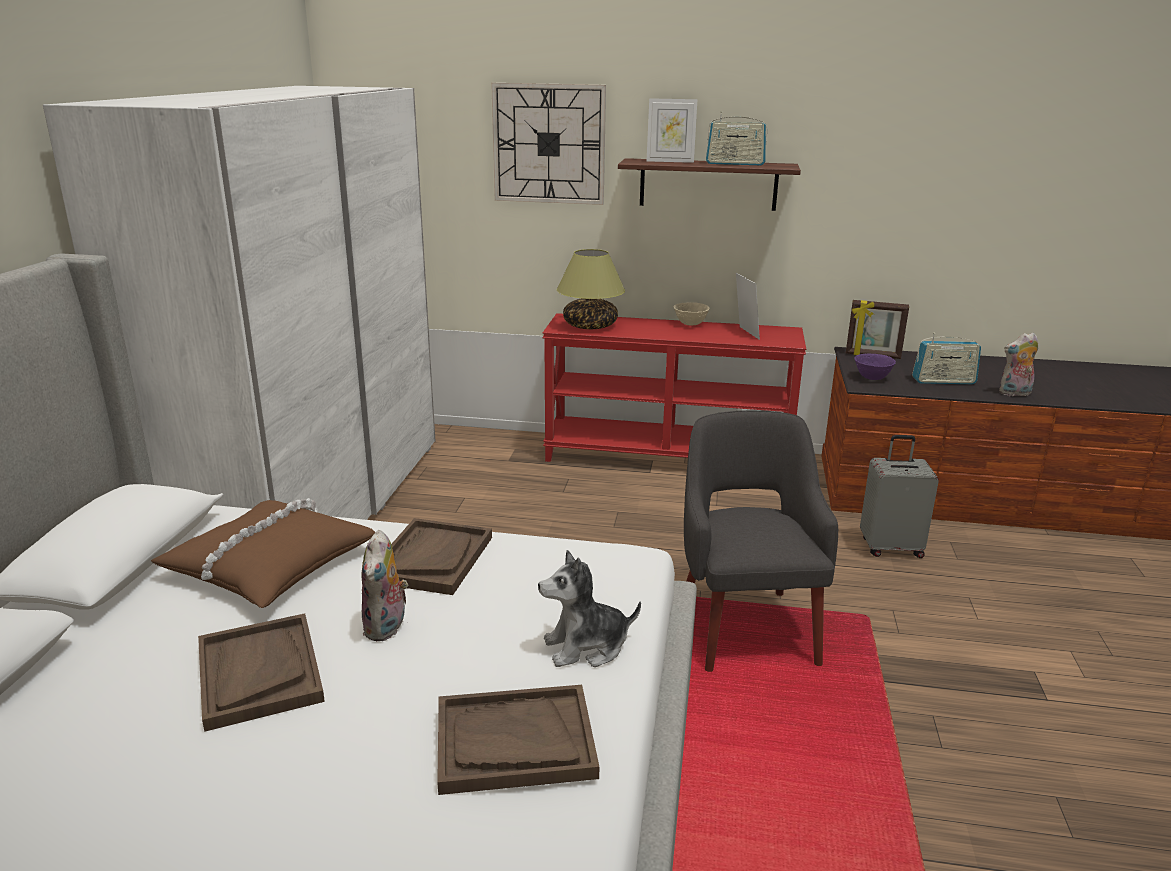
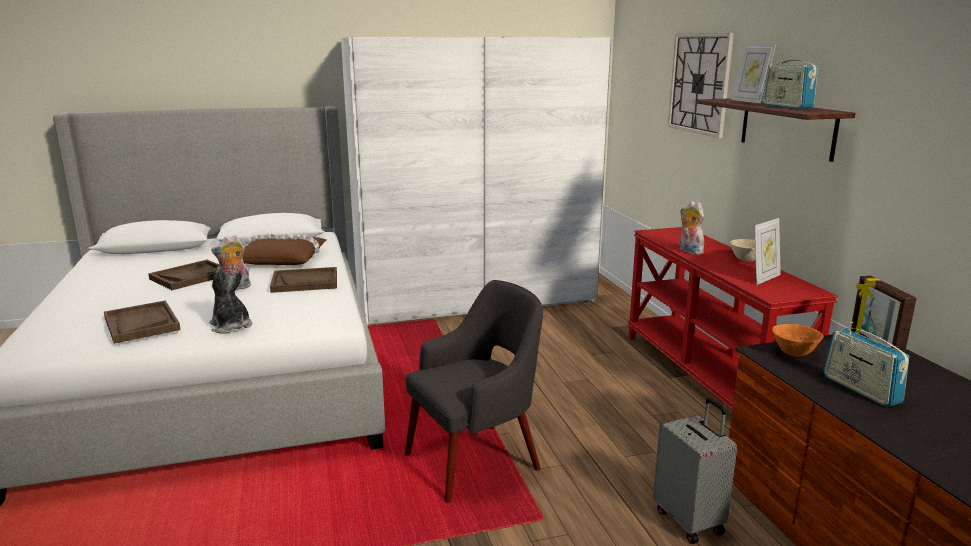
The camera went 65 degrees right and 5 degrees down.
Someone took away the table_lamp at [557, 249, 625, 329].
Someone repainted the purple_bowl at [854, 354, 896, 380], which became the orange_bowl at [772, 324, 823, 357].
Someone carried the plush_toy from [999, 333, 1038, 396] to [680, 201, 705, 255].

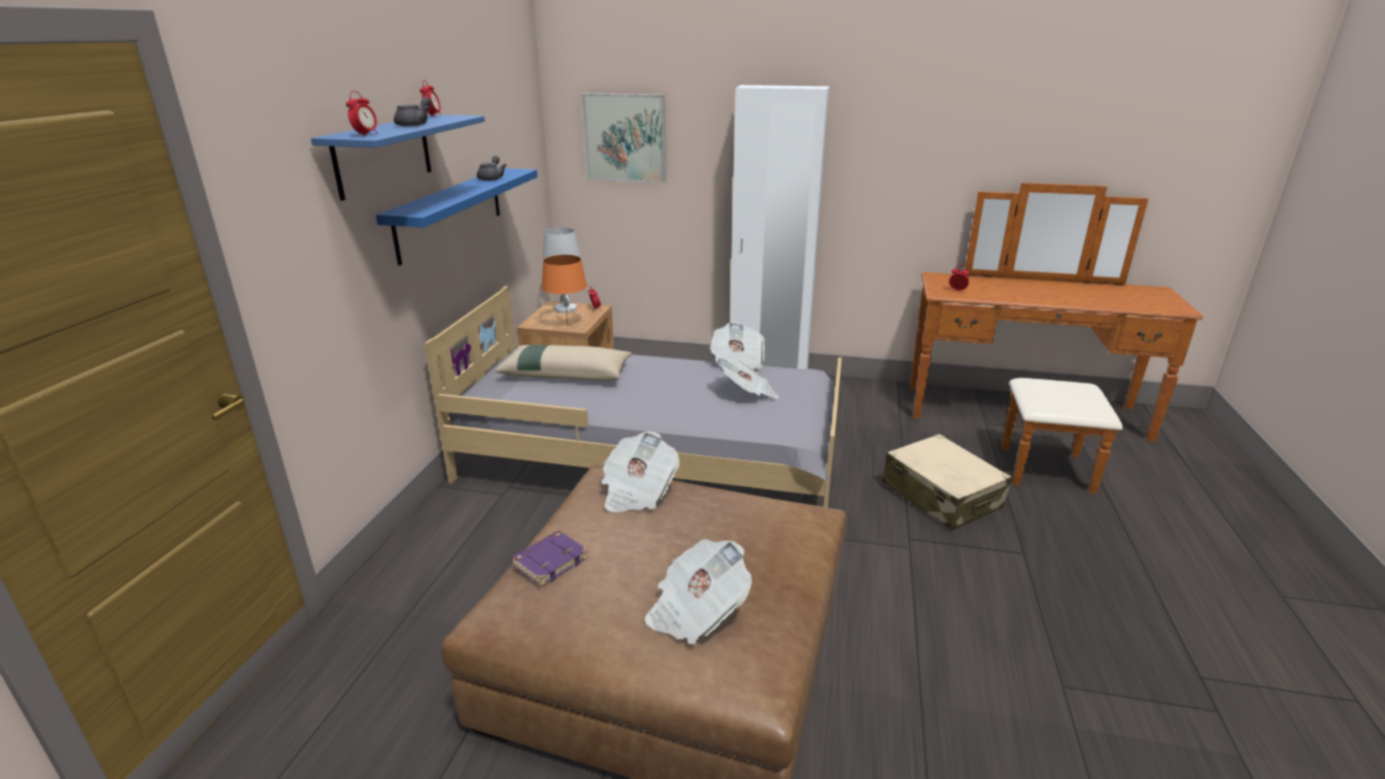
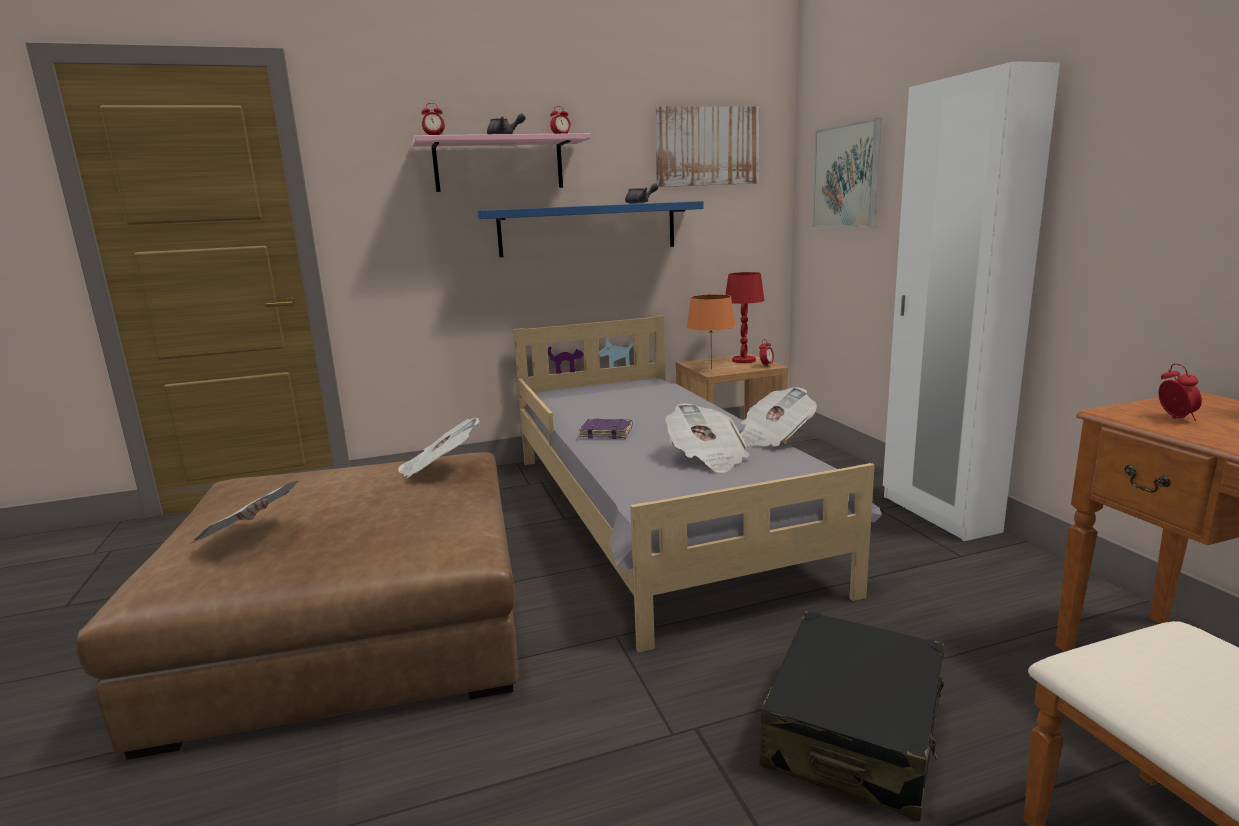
The camera went 60 degrees right and 10 degrees down.
Someone repainted the blue_shelf at [311, 115, 485, 201], which became the pink_shelf at [412, 133, 590, 192].
Someone took away the beige_pillow at [495, 345, 632, 381].
Someone carried the purple_book from [511, 531, 589, 587] to [579, 419, 632, 439].
Someone repainted the white_table_lamp at [543, 227, 580, 313], which became the red_table_lamp at [725, 272, 765, 363].
Someone repainted the beige_suitcase at [882, 434, 1012, 530], which became the black_suitcase at [759, 611, 945, 821].
Someone put up the picture at [655, 106, 759, 187].

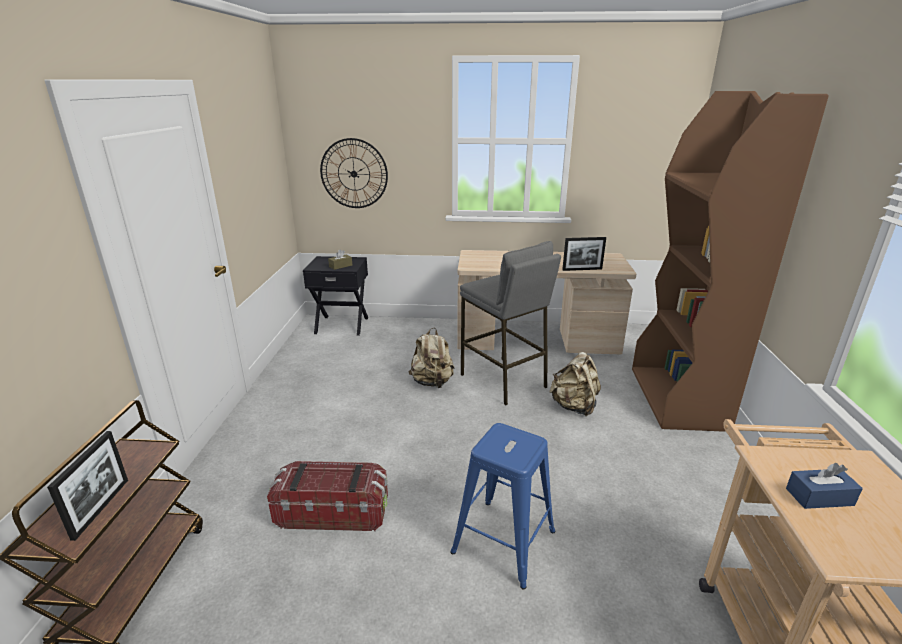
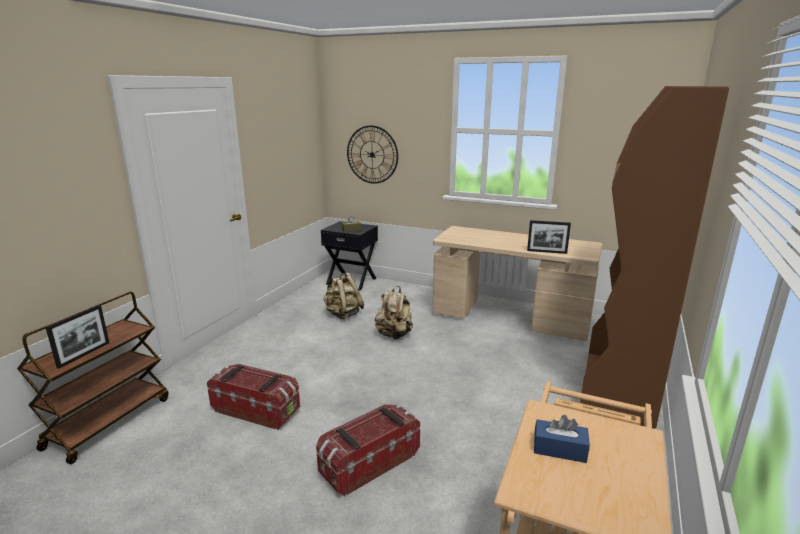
The camera went 20 degrees right and 5 degrees down.
Someone swapped the blue_stool at [450, 423, 555, 590] for the storage_box at [316, 404, 420, 497].
Someone took away the grey_stool at [460, 241, 561, 405].
Someone carried the beige_backpack from [550, 352, 601, 416] to [323, 273, 364, 320].

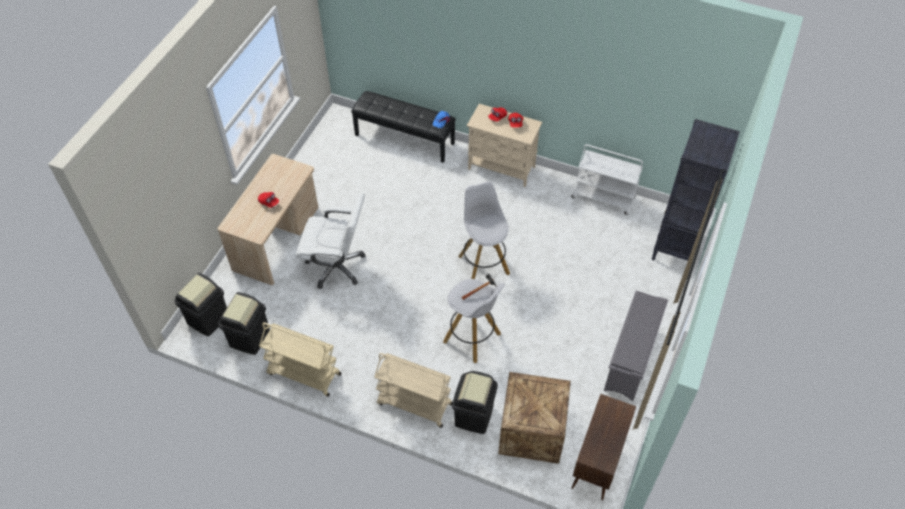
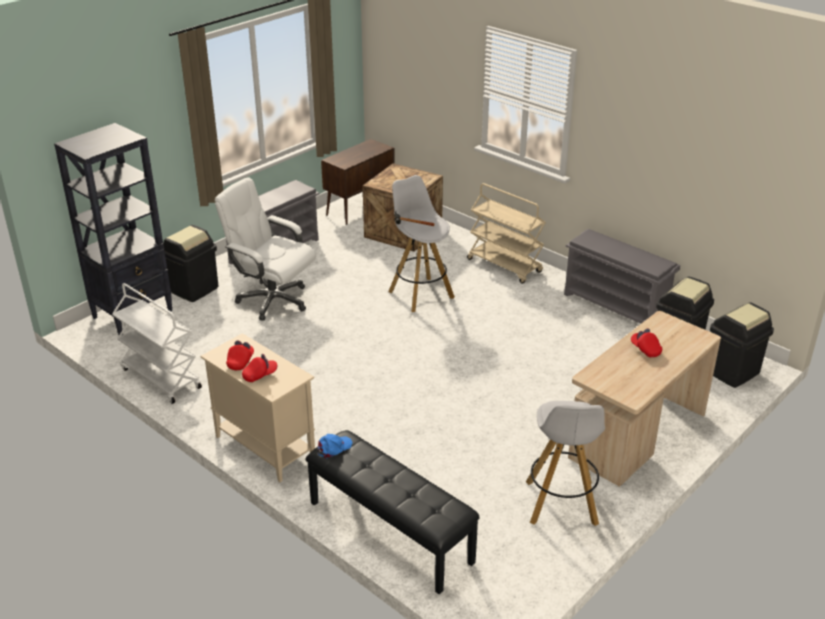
The camera went 160 degrees left and 20 degrees down.
Someone swapped the beige_cart at [259, 322, 341, 397] for the grey_shoe_rack at [564, 229, 680, 324].
Someone carried the white_office_chair from [296, 193, 366, 289] to [215, 178, 316, 320].
Someone carried the black_trash_can from [452, 371, 498, 434] to [164, 225, 218, 302].
Someone carried the white_stool from [458, 181, 510, 279] to [526, 401, 605, 526].

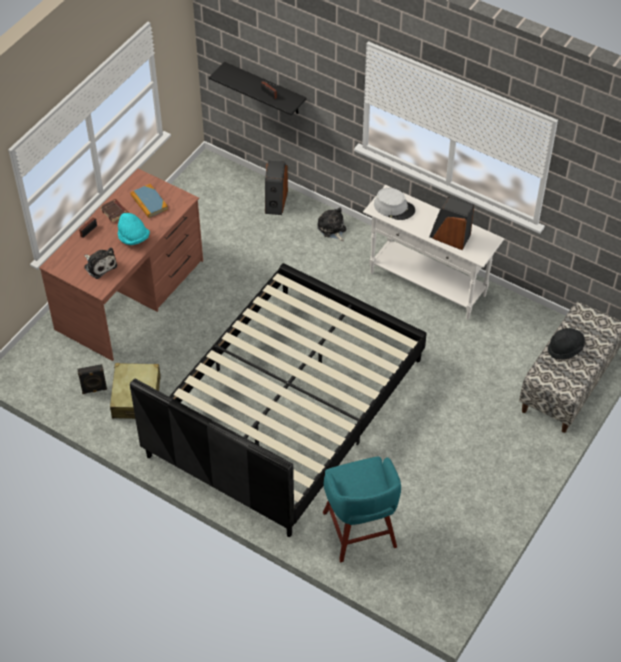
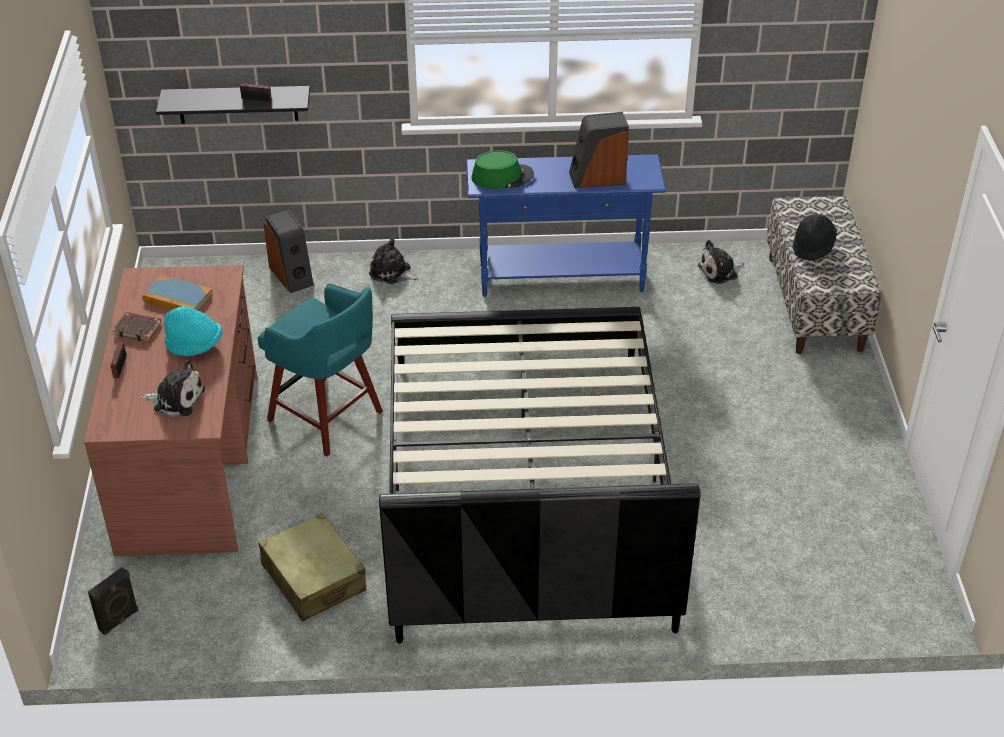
The camera went 35 degrees left and 10 degrees down.
Someone carried the black_speaker from [78, 364, 107, 394] to [88, 567, 138, 635].
Someone carried the turquoise_stool from [323, 457, 401, 562] to [257, 284, 383, 457].
Someone repainted the white_console_table at [363, 185, 504, 319], which became the blue_console_table at [466, 154, 666, 297].
Someone repainted the grey_hat at [374, 188, 415, 220], which became the green_hat at [472, 150, 534, 189].
Someone put down the plush_toy at [698, 240, 744, 284].

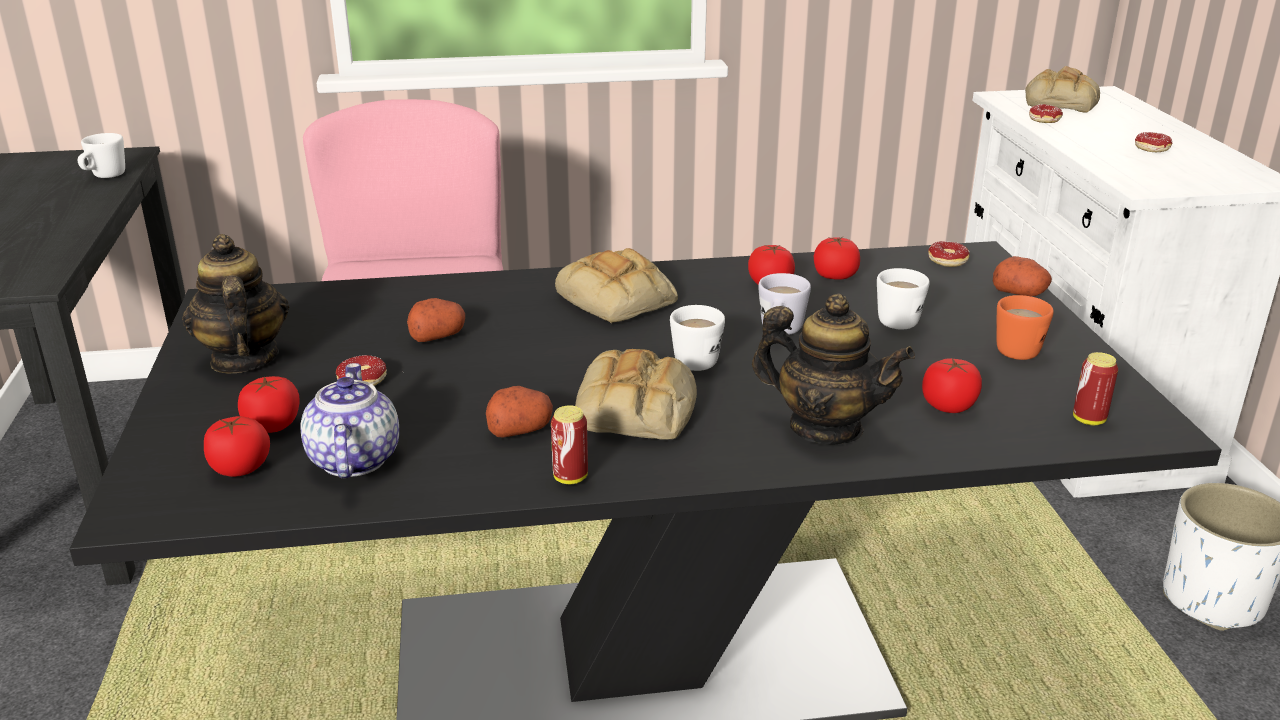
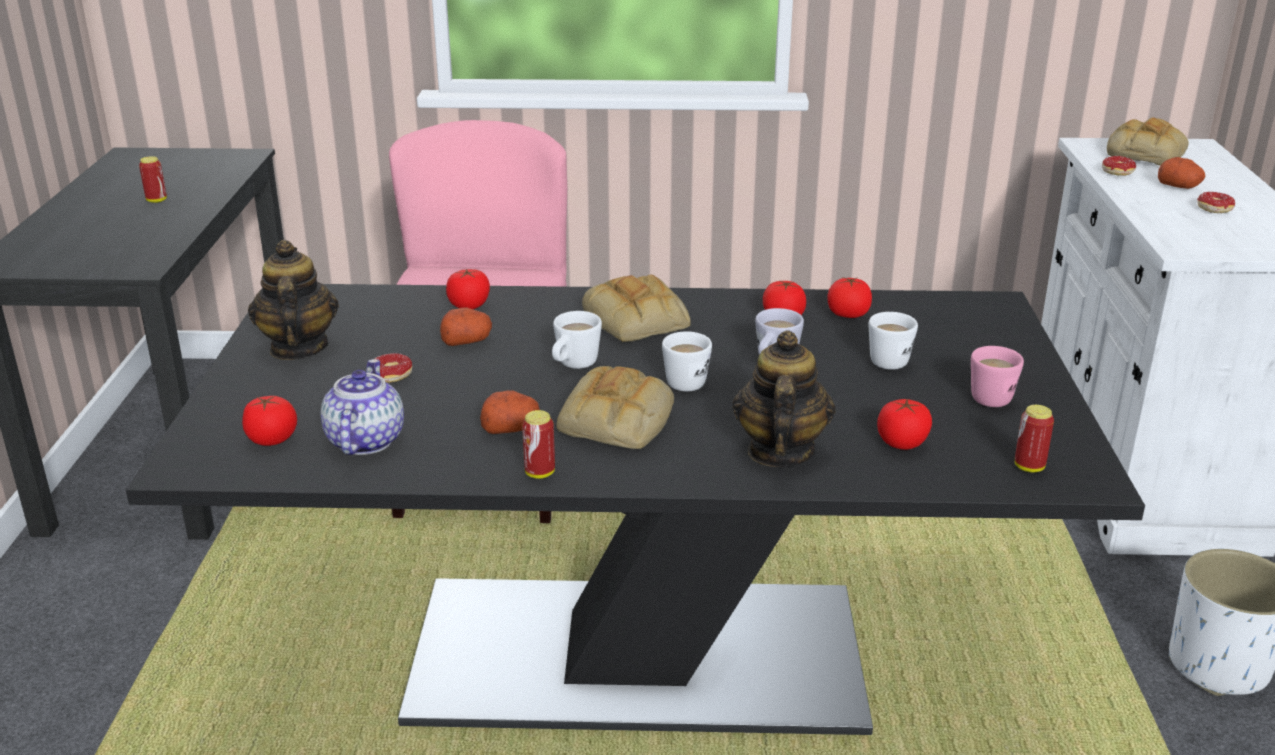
The camera went 10 degrees right and 0 degrees up.
Someone carried the white_mug from [78, 133, 125, 178] to [552, 311, 602, 369].
Someone carried the tomato from [238, 376, 299, 433] to [446, 269, 490, 309].
Someone rotated the teapot at [752, 294, 915, 444] by 120 degrees counterclockwise.
Someone took away the donut at [928, 241, 970, 267].
Someone carried the potato from [993, 256, 1052, 296] to [1158, 157, 1205, 189].
Someone repainted the orange_mug at [996, 295, 1054, 360], which became the pink_mug at [971, 346, 1024, 407].
Someone put down the can at [139, 156, 167, 203].

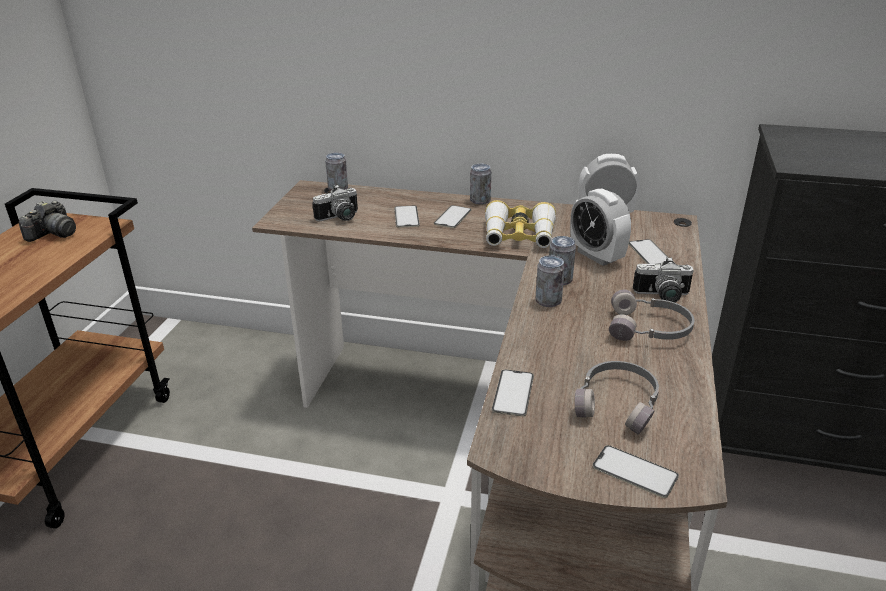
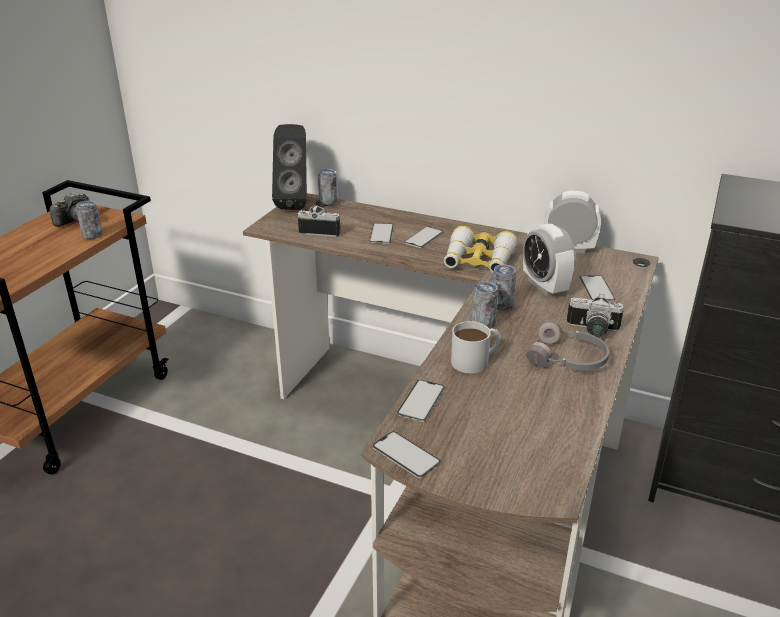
The camera went 10 degrees right and 0 degrees up.
Someone rotated the photo_camera at [312, 185, 358, 221] by 150 degrees counterclockwise.
Someone carried the can from [470, 164, 491, 205] to [76, 200, 103, 239].
Someone took away the grey_headphones at [575, 361, 659, 435].
Someone carried the phone from [592, 445, 679, 498] to [372, 431, 441, 478].
Someone put down the black_speaker at [272, 124, 307, 210].
Someone put down the white_mug at [451, 321, 501, 373].

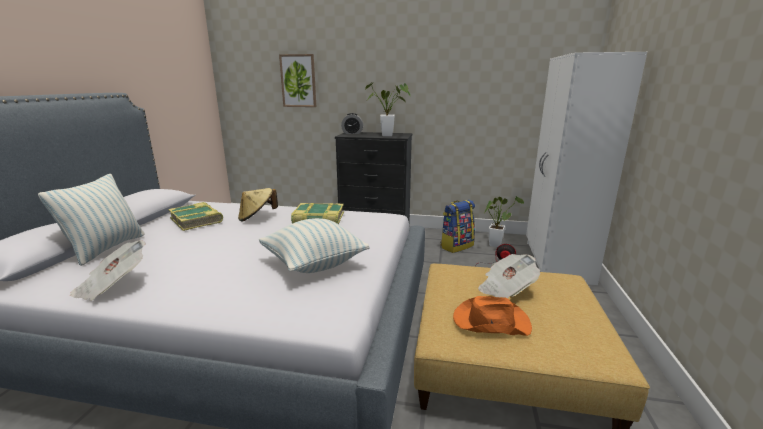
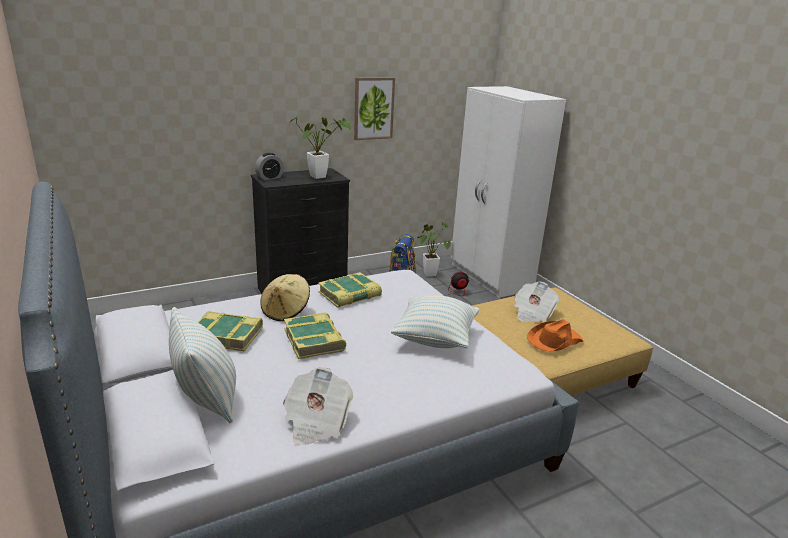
The camera went 40 degrees left and 5 degrees up.
Someone carried the picture from [279, 54, 316, 107] to [354, 77, 395, 140].
Someone put down the book at [284, 312, 347, 359].

